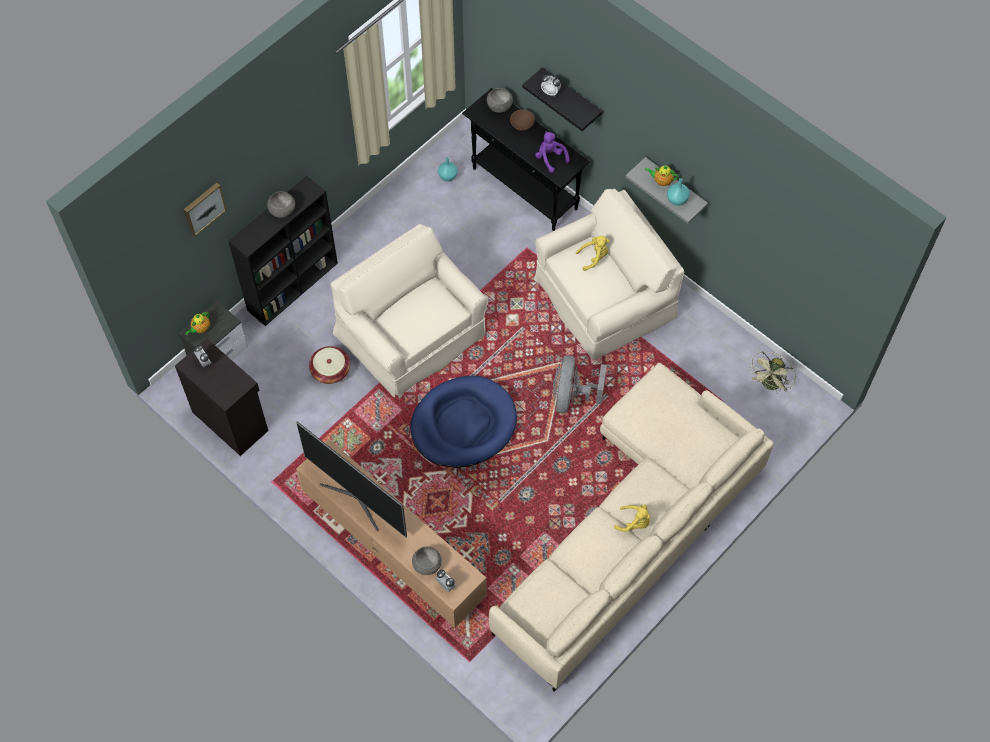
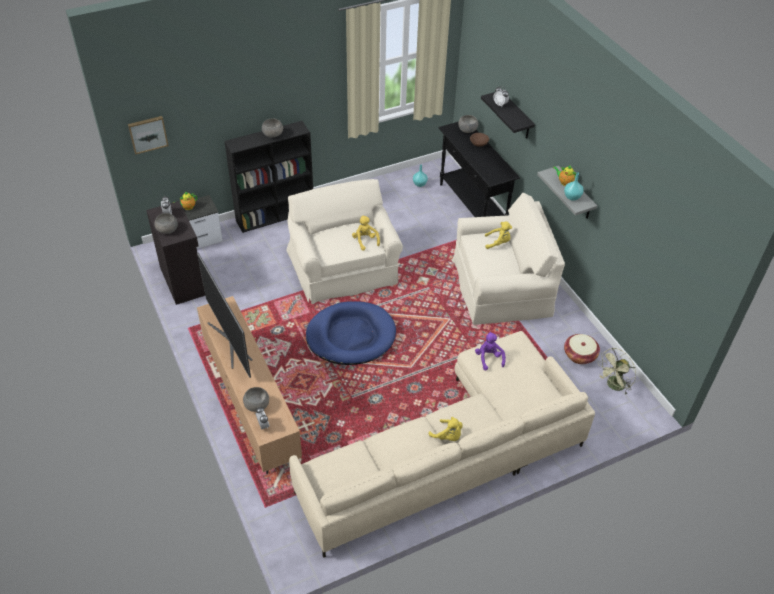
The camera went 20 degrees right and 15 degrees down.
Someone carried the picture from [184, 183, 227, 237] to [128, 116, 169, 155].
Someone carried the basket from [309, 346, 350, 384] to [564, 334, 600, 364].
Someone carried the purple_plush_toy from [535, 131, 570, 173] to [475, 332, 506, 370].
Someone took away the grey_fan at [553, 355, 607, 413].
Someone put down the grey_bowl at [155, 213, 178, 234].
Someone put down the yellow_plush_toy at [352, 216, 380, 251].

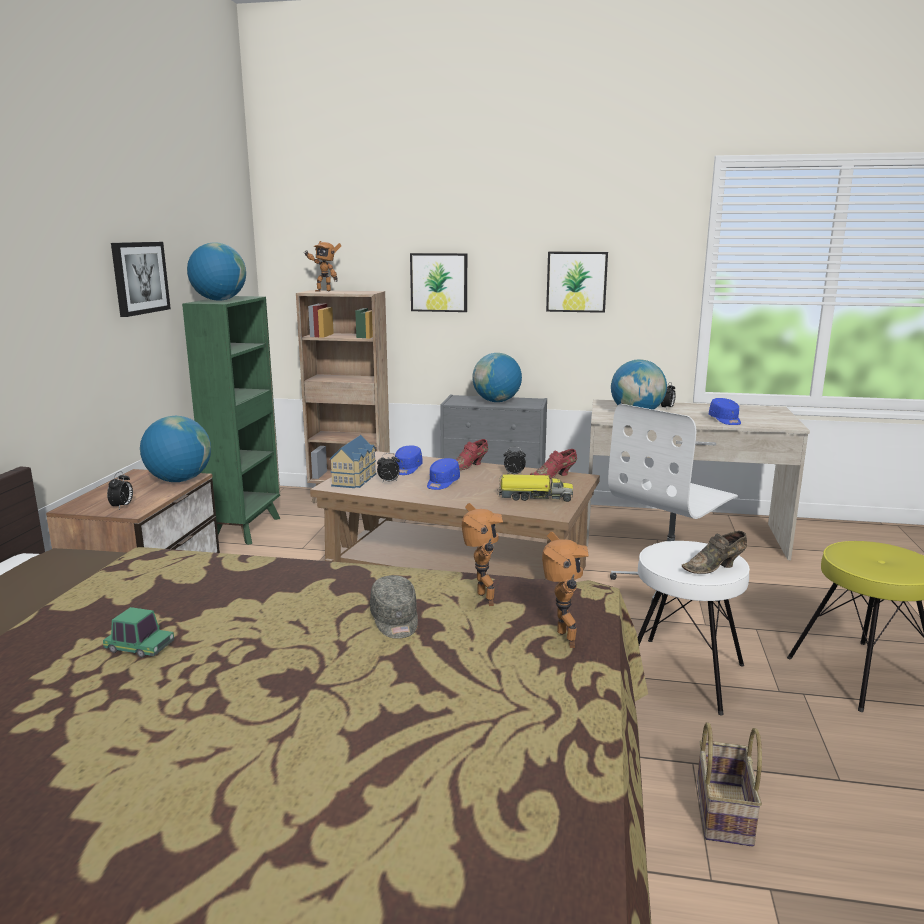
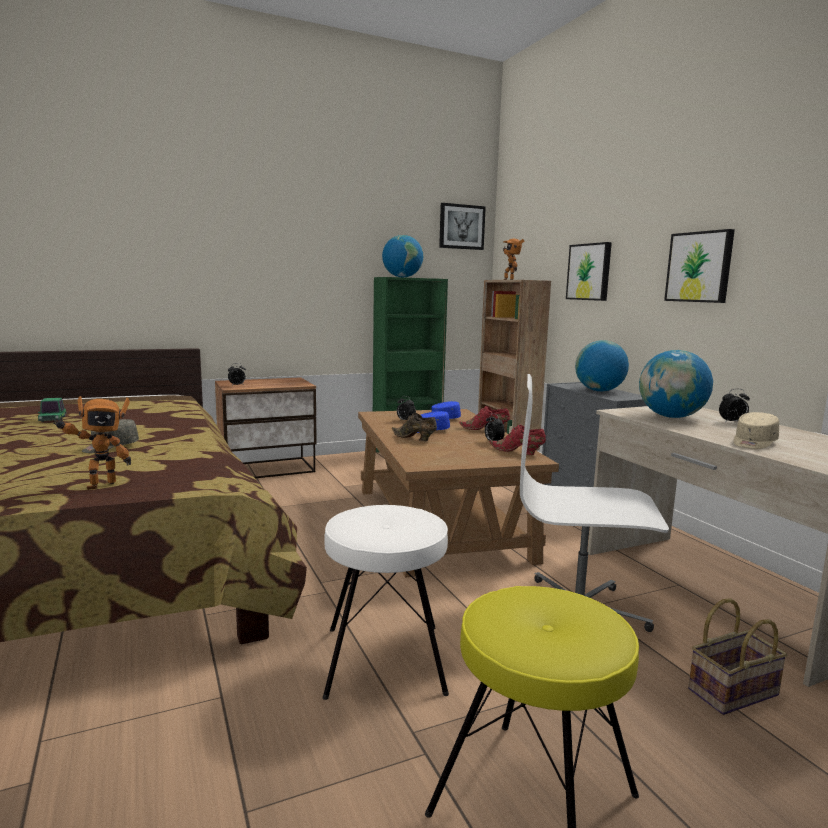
The camera went 55 degrees right and 5 degrees down.
Someone carried the picture from [111, 242, 171, 317] to [439, 203, 486, 250].
Someone took away the globe at [140, 416, 211, 482].
Someone took away the toy_house at [330, 435, 376, 488].
Someone took away the toy_robot at [462, 503, 503, 606].
Someone took away the toy_truck at [497, 474, 573, 502].
Someone carried the brown_shoe from [682, 531, 747, 574] to [392, 413, 437, 441].
Someone carried the basket from [697, 722, 762, 847] to [688, 599, 787, 715].
Someone repainted the blue_cap at [709, 398, 741, 425], which became the beige_cap at [734, 412, 779, 449].

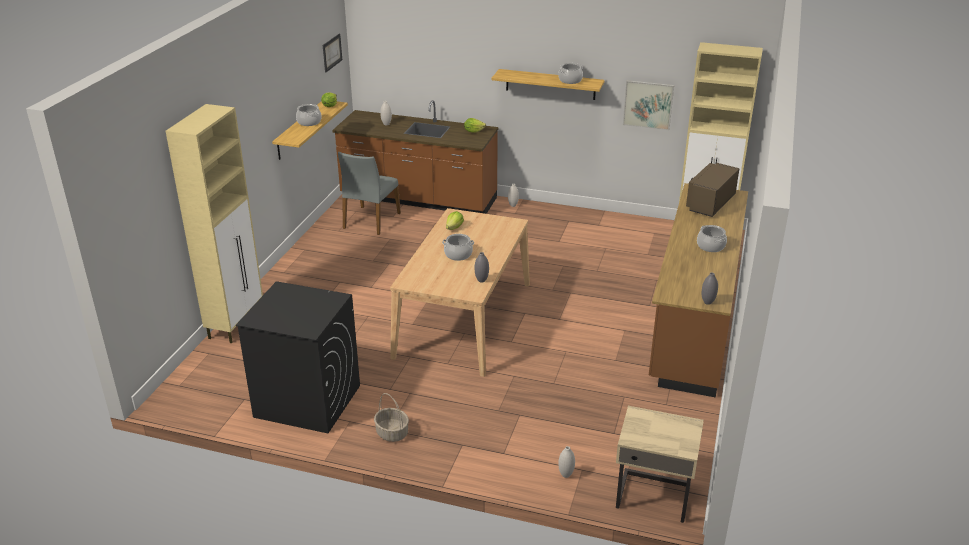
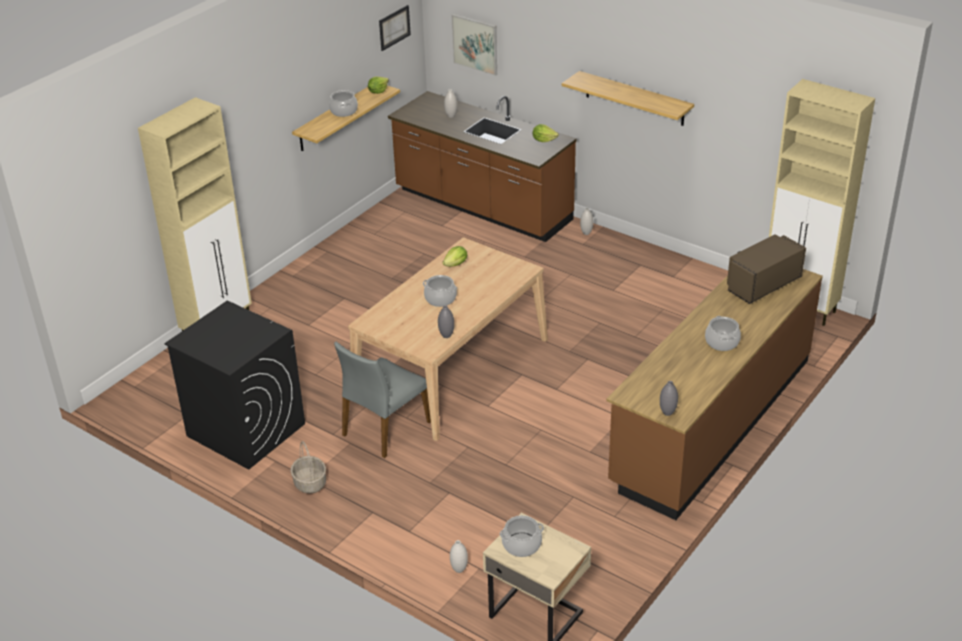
The camera went 20 degrees right and 5 degrees up.
Someone carried the grey_chair from [338, 152, 401, 235] to [334, 341, 431, 458].
Someone carried the cooking_pot from [558, 63, 583, 84] to [500, 515, 544, 557].
Someone carried the picture from [623, 80, 674, 130] to [451, 14, 497, 76].

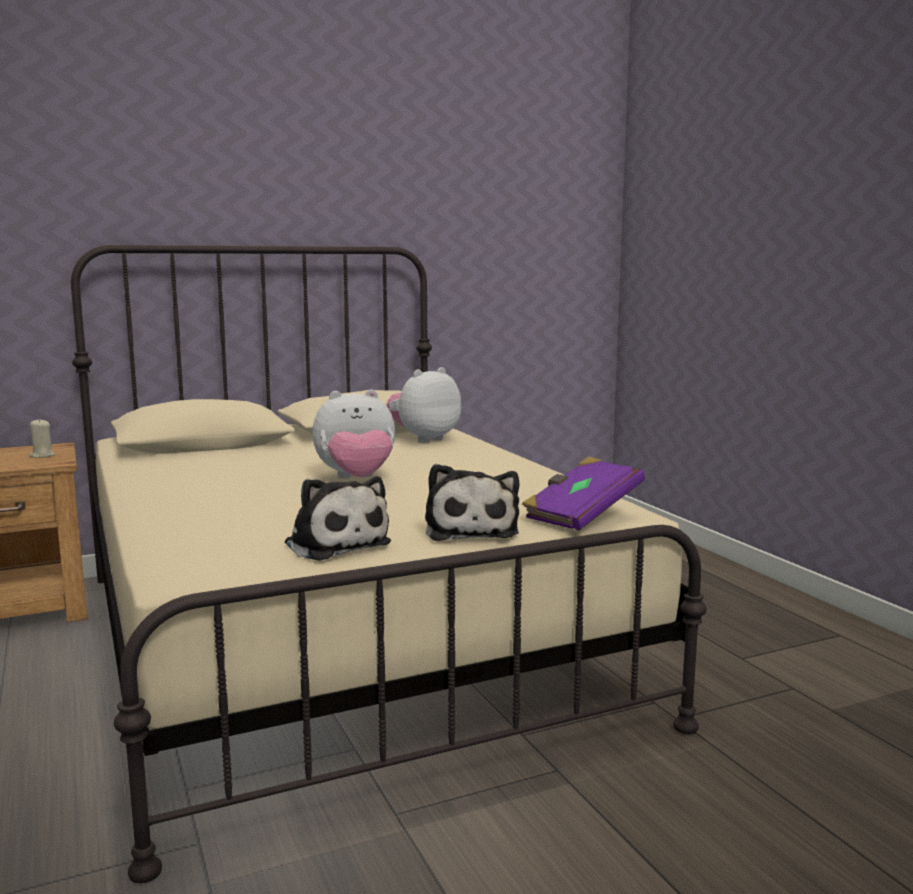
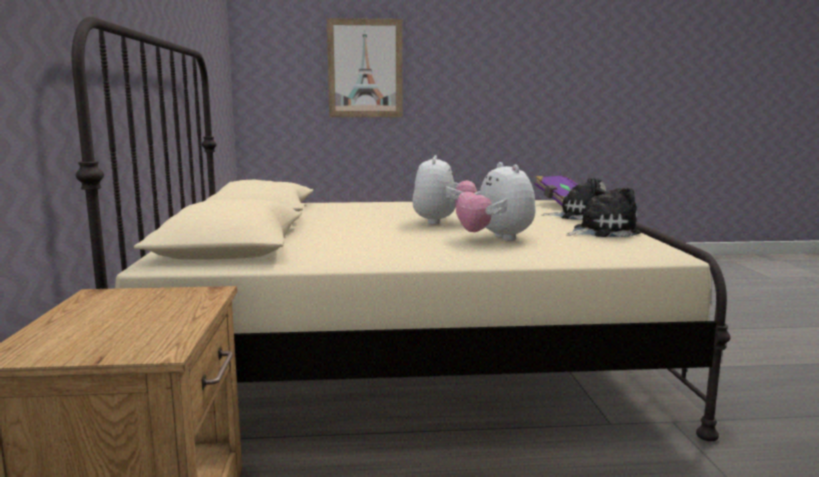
The camera went 70 degrees left and 0 degrees up.
Someone took away the beige_candle at [29, 419, 55, 458].
Someone carried the plush_toy from [387, 367, 461, 443] to [456, 162, 536, 241].
Someone put up the picture at [327, 18, 402, 117].

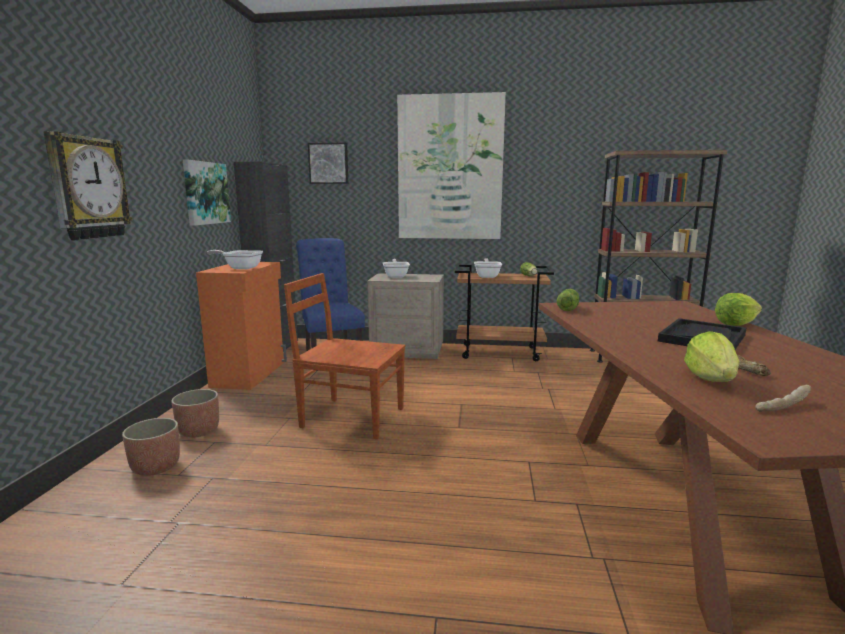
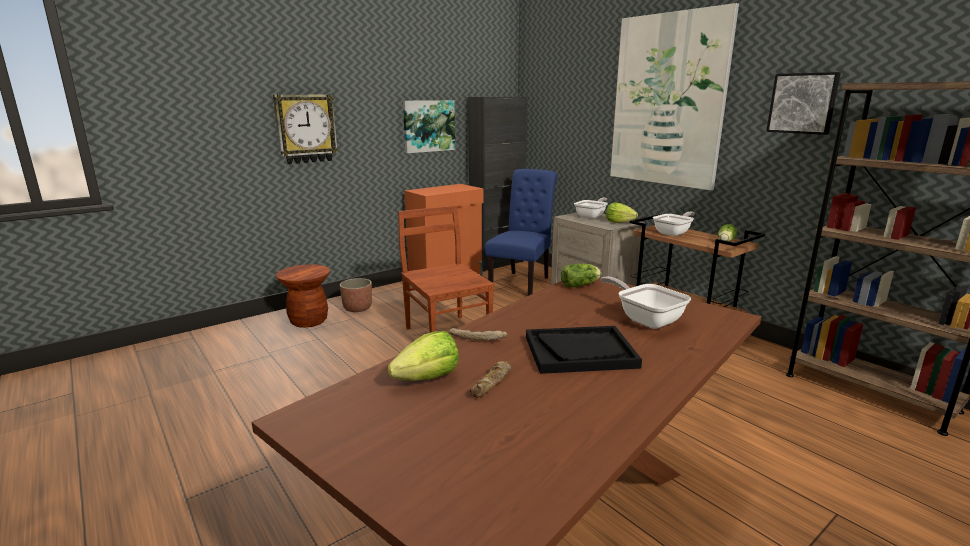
The camera went 45 degrees right and 5 degrees up.
Someone swapped the planter at [122, 418, 180, 476] for the brown_stool at [276, 264, 330, 328].
Someone carried the frying_pan from [207, 250, 263, 269] to [601, 276, 691, 329].
Someone carried the picture from [308, 143, 349, 184] to [766, 72, 841, 135].
Someone carried the lettuce from [715, 293, 762, 326] to [606, 203, 638, 223].
Someone carried the bread from [755, 385, 811, 411] to [449, 328, 508, 340].

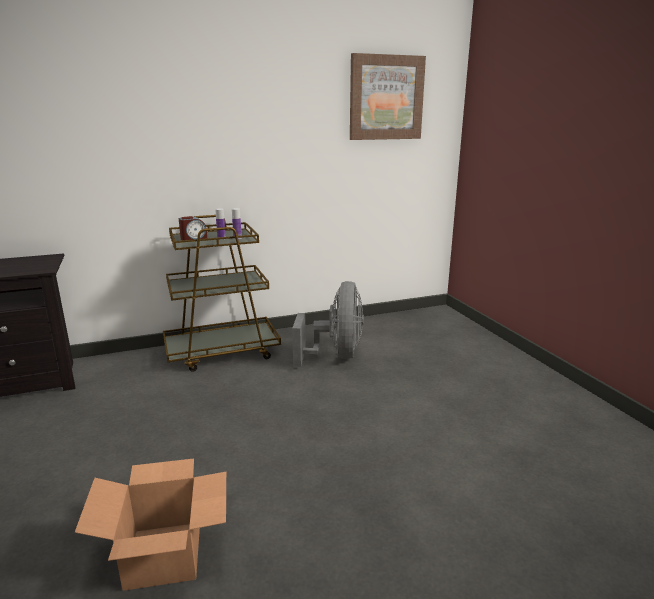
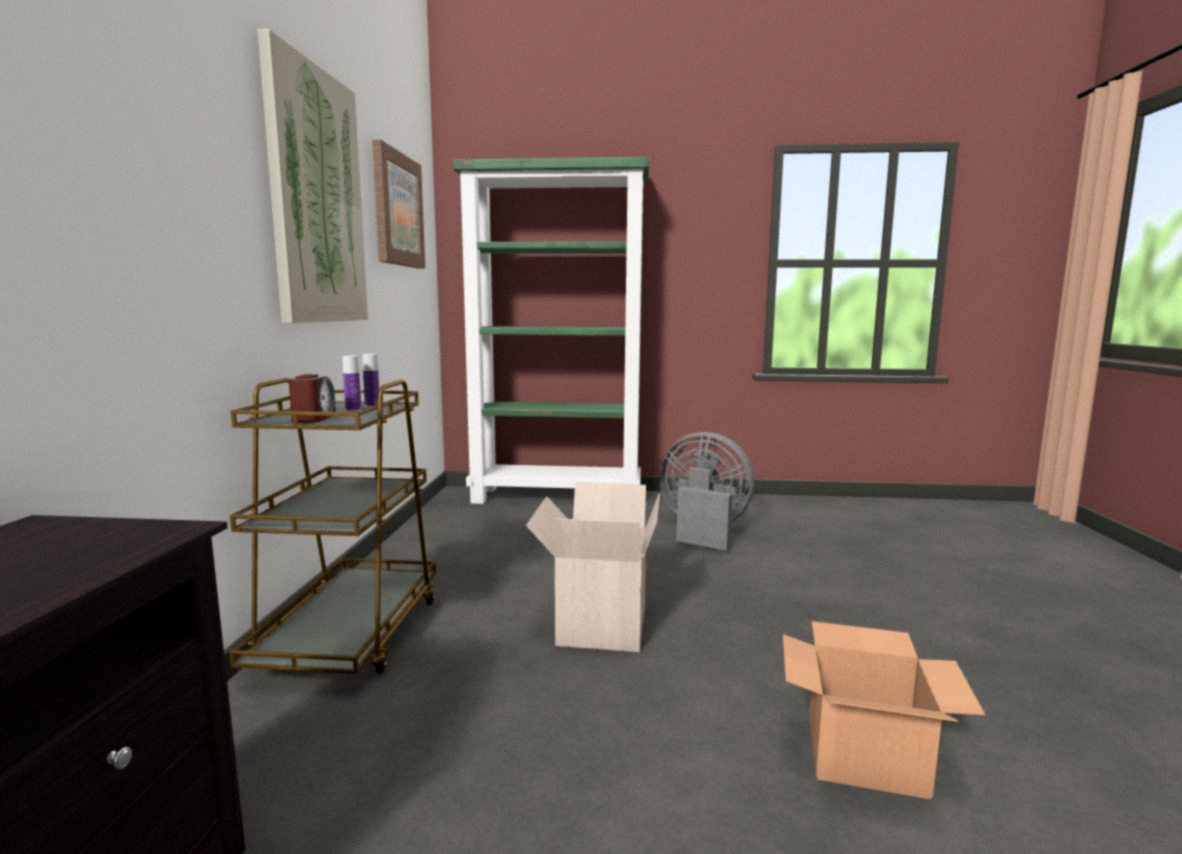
The camera went 65 degrees left and 10 degrees down.
Someone carried the grey_fan from [292, 281, 364, 367] to [660, 432, 755, 551].
Someone put up the picture at [258, 29, 368, 323].
Someone put down the green_bookcase at [453, 157, 649, 504].
Someone put down the cardboard_box at [526, 482, 660, 652].

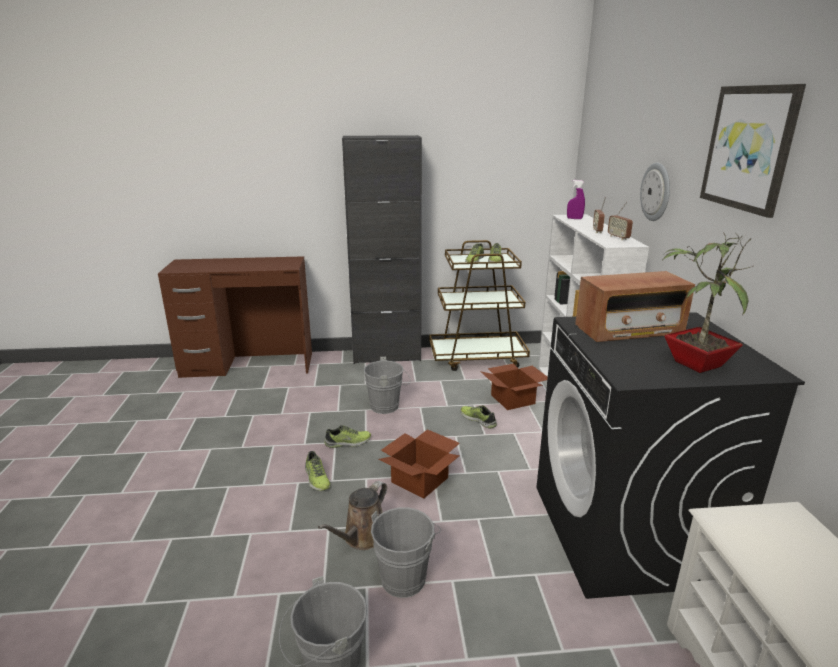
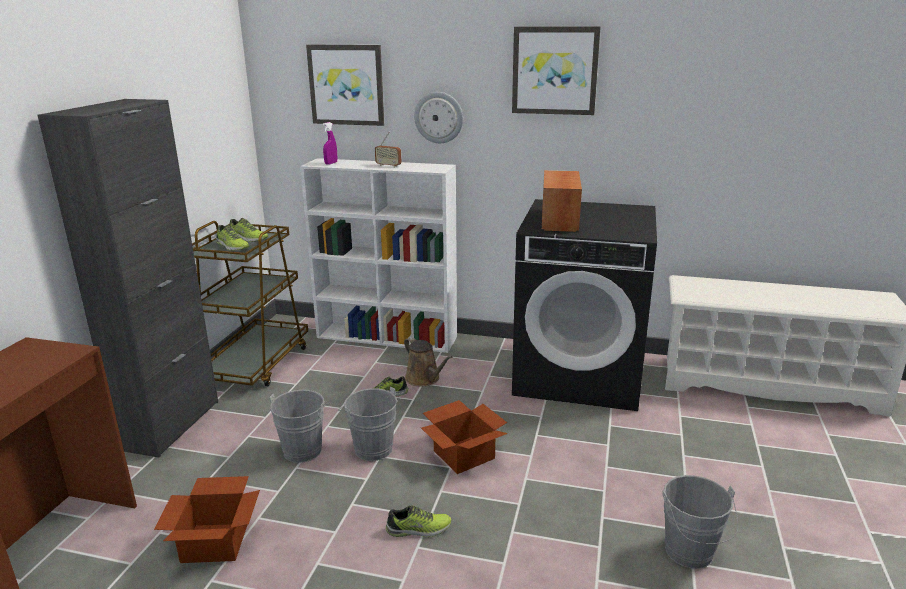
The camera went 70 degrees left and 0 degrees up.
Someone carried the brown_watering_can from [318, 481, 387, 550] to [404, 337, 453, 386].
Someone took away the shoe at [324, 425, 371, 448].
Someone carried the grey_bucket from [371, 507, 441, 598] to [338, 386, 397, 461].
Someone carried the cardboard_box from [480, 364, 548, 410] to [154, 476, 260, 563].
Someone took away the radio at [608, 202, 633, 240].
Someone took away the potted_plant at [663, 232, 753, 373].
Someone put up the picture at [306, 45, 384, 126].

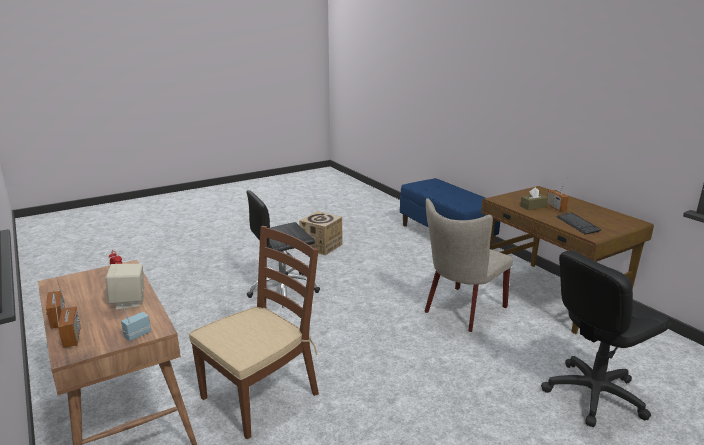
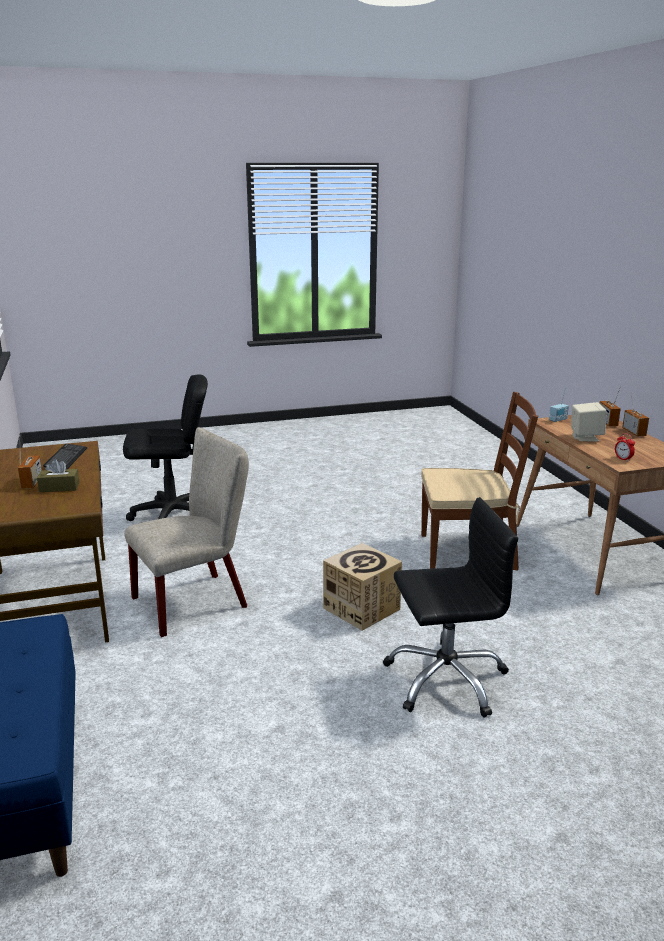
The camera went 165 degrees left and 0 degrees up.
Someone rotated the brown_chair at [189, 226, 319, 439] by 150 degrees counterclockwise.
Someone carried the cardboard_box from [299, 211, 342, 255] to [323, 543, 402, 631].

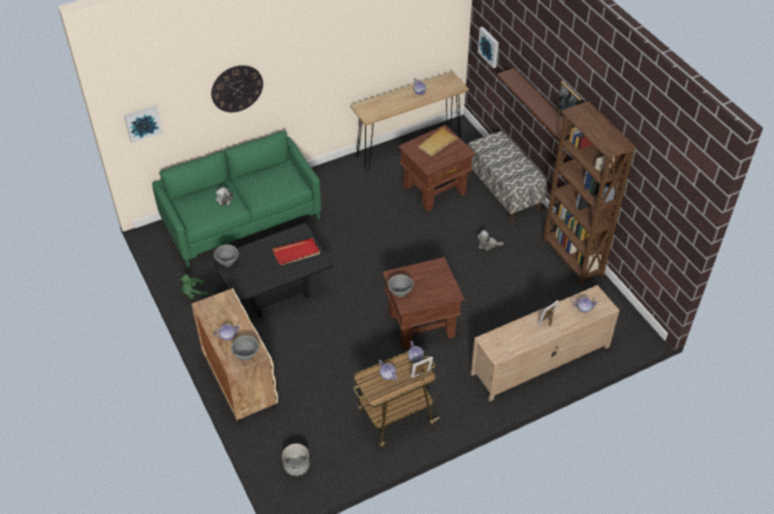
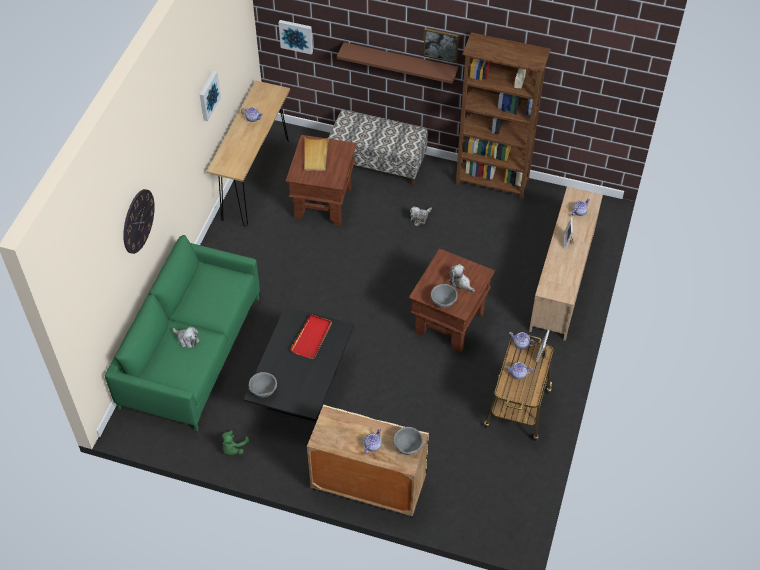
The camera went 45 degrees left and 5 degrees up.
Someone carried the picture from [124, 106, 163, 143] to [199, 71, 221, 121].
Someone took away the planter at [282, 443, 310, 477].
Someone put down the plush_toy at [449, 264, 475, 292].

